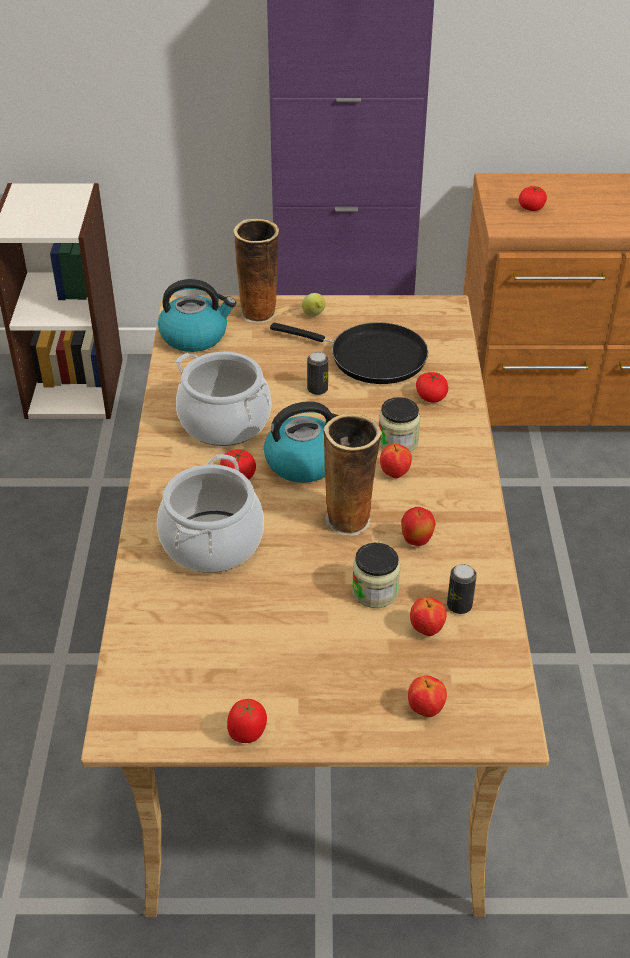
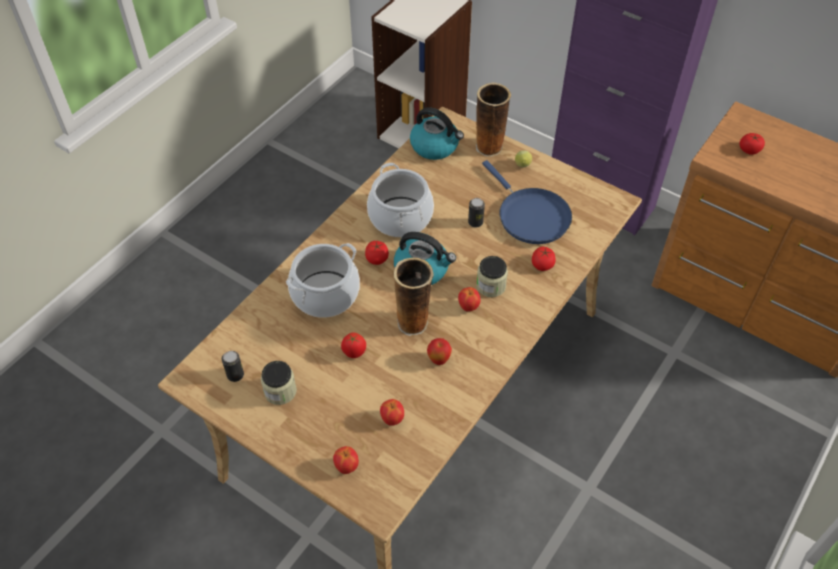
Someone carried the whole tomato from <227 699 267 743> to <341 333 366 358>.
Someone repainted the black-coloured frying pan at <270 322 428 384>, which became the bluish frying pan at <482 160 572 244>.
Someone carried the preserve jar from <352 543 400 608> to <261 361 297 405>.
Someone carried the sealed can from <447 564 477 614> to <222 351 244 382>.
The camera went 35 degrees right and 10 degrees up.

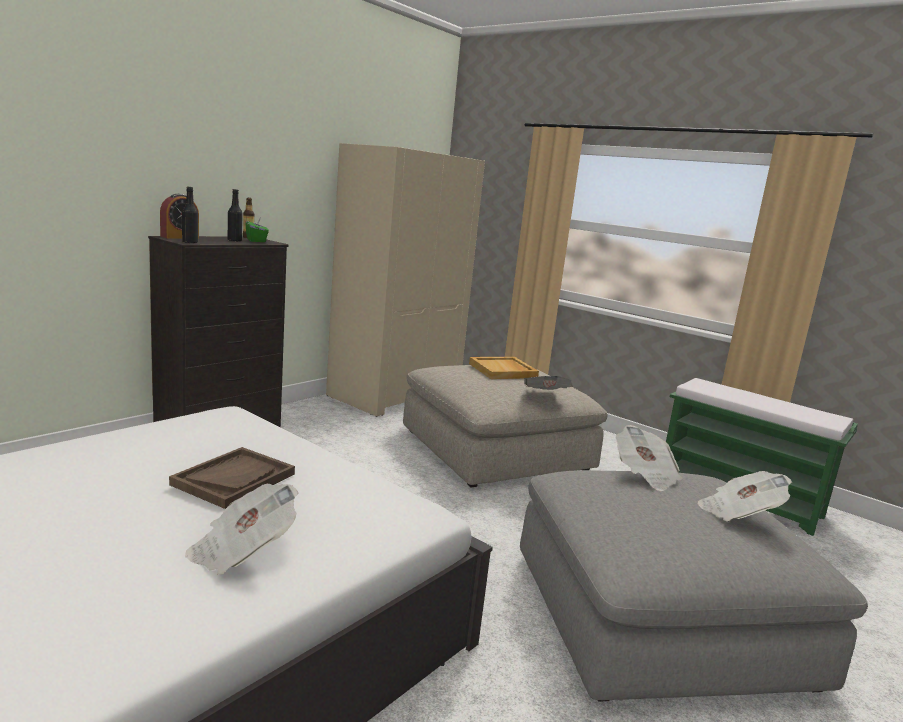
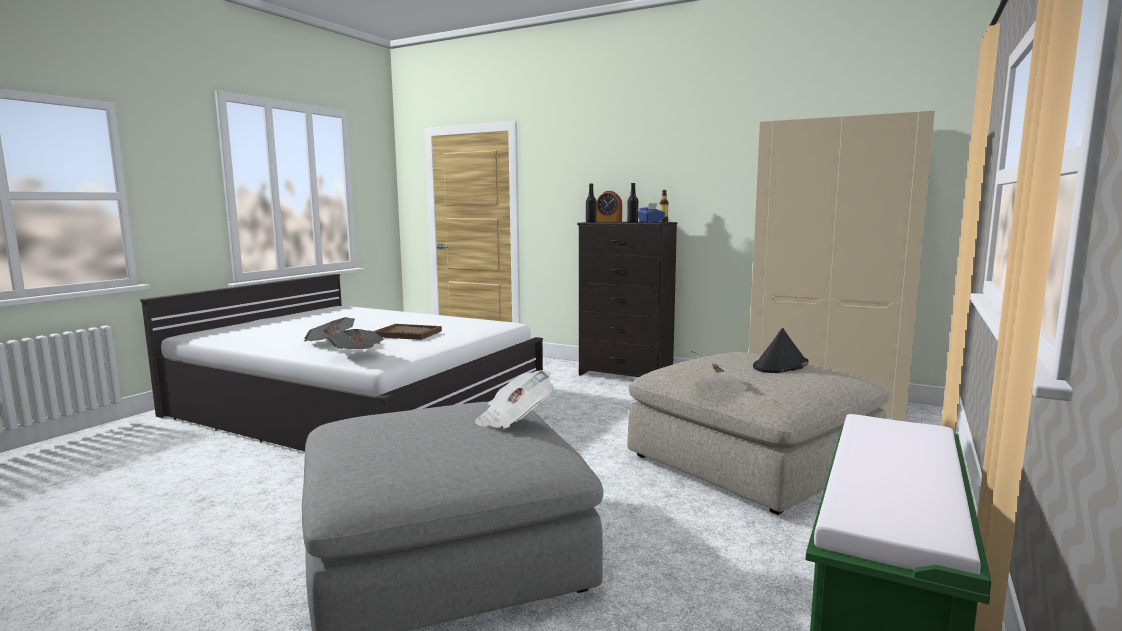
Someone repainted the green box of tissues at <246 217 269 242>, which became the bluish box of tissues at <637 203 665 223>.
Someone swapped the sand-coloured serving tray at <469 357 539 379> for the black-coloured hat at <753 328 809 373>.
Someone carried the daily paper from <698 471 792 521> to <325 329 384 349>.
The camera went 80 degrees right and 5 degrees down.

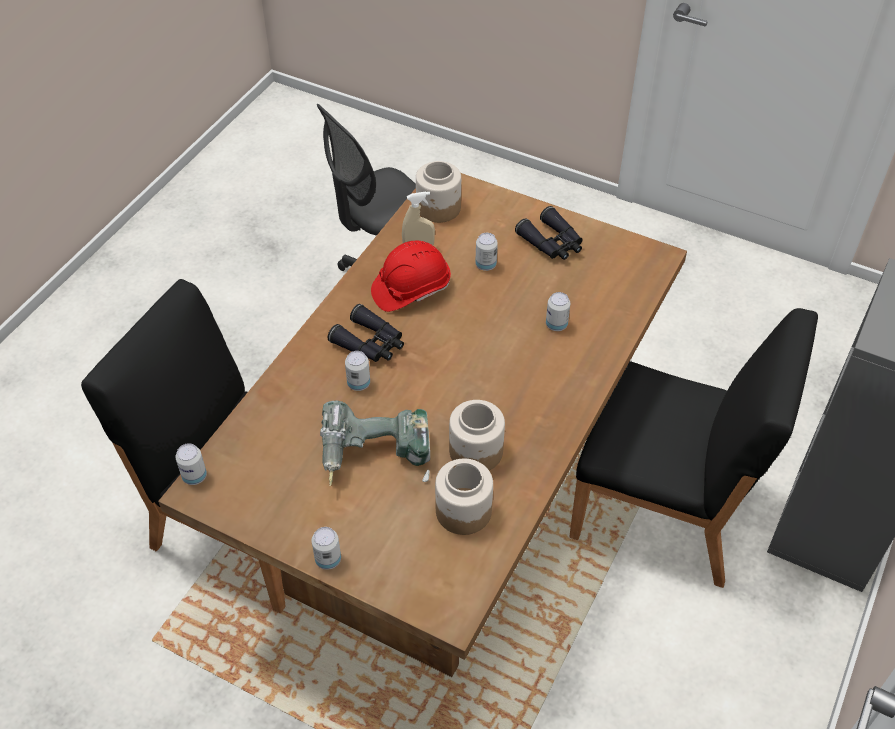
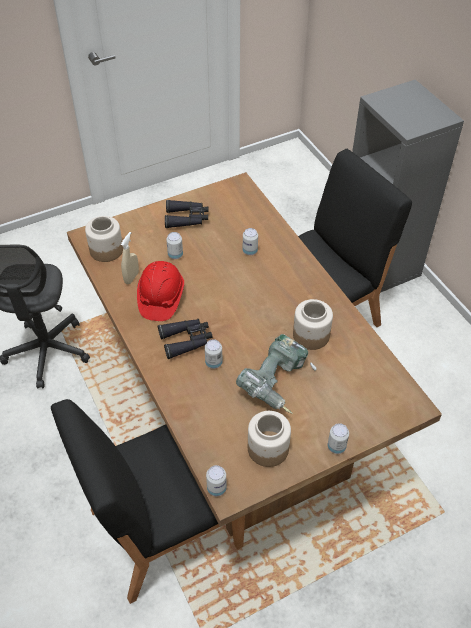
Someone carried the preserve jar from <435 459 493 535> to <248 411 291 467>.
The camera went 55 degrees left and 0 degrees up.

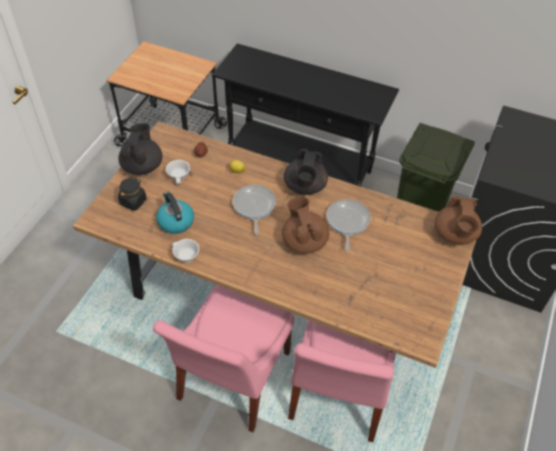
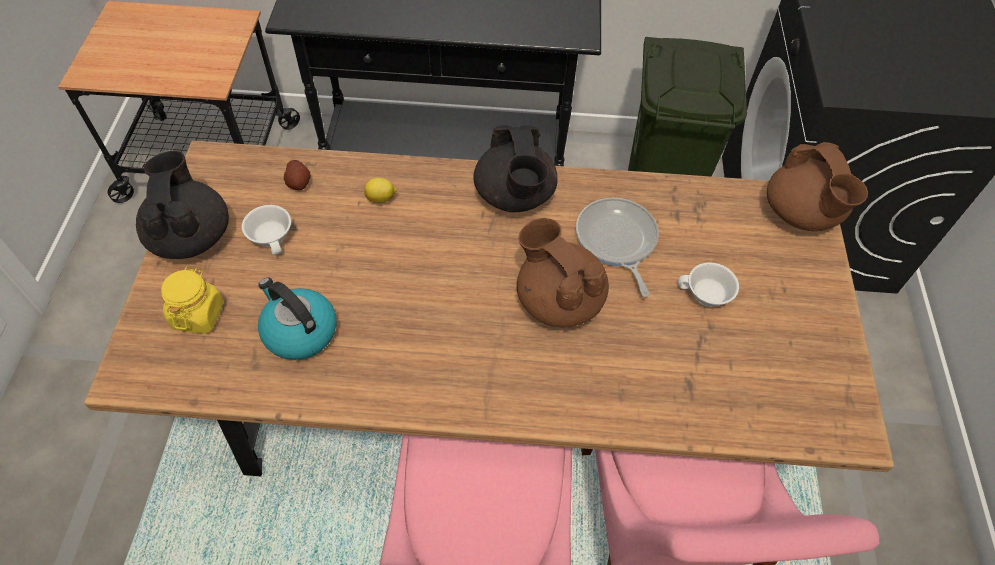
Someone repainted the black-coloured preserve jar at <118 177 147 211>, which became the yellow-coloured preserve jar at <161 267 224 334>.
Someone carried the whitish small cup from <171 239 199 262> to <678 263 739 307>.
Someone took away the frying pan at <233 185 276 235>.
The camera went 20 degrees left and 5 degrees up.

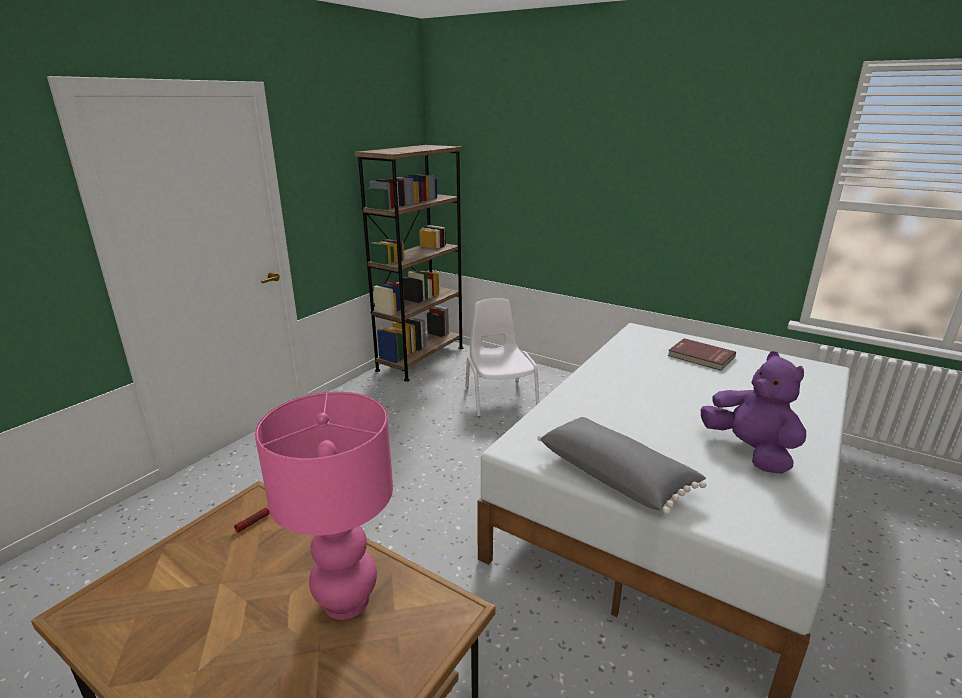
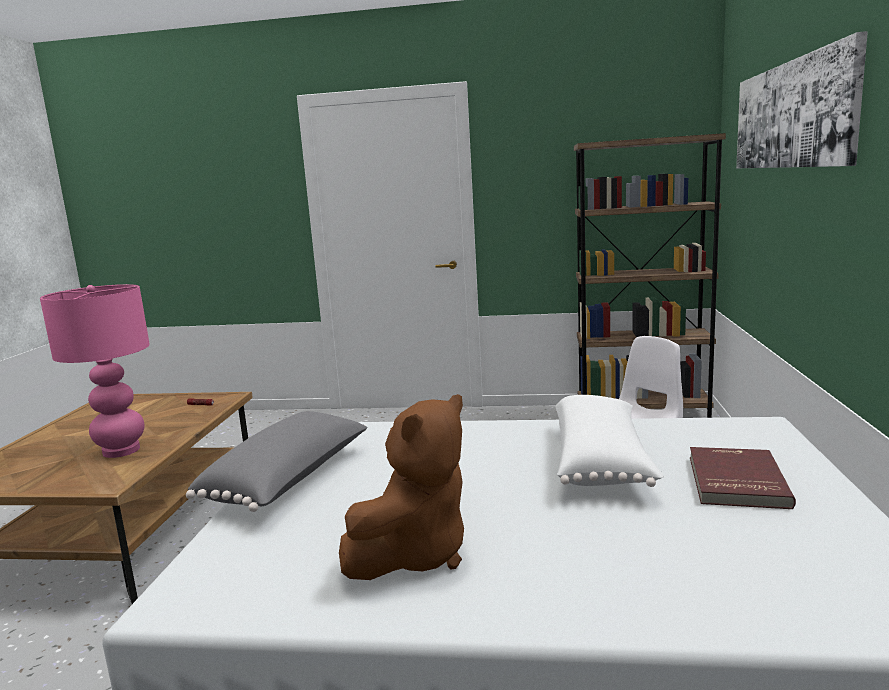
Someone repainted the purple-coloured soft toy at <701 351 806 474>, which became the brown soft toy at <339 394 464 580>.
Someone put down the whitish cushion at <555 395 664 487>.
Someone put up the wall picture at <736 31 868 168>.
The camera went 65 degrees right and 10 degrees down.

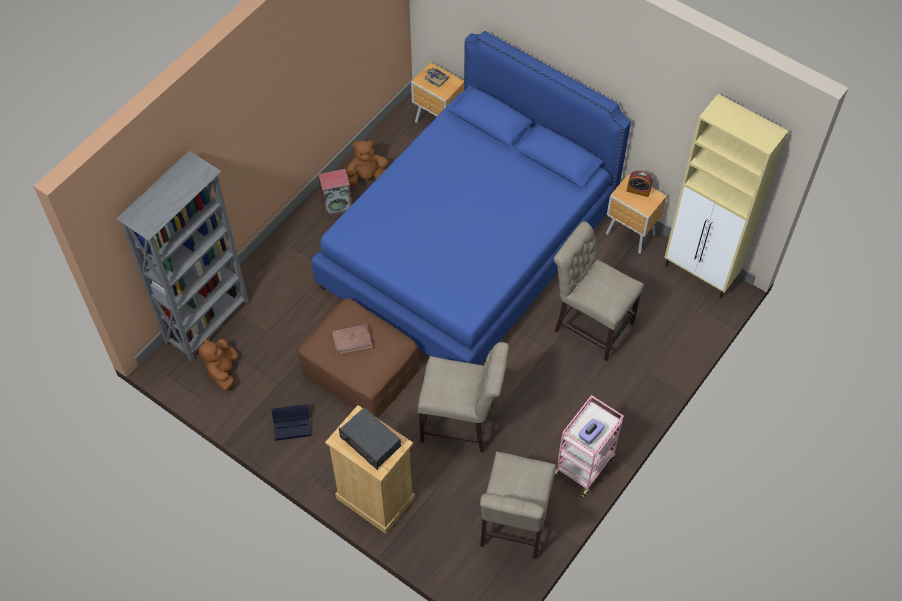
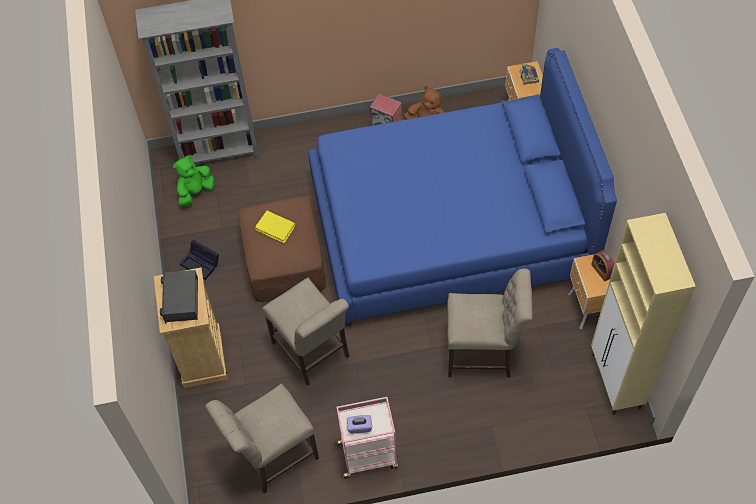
Someone repainted the brown soft toy at <199 337 238 390>, which became the green soft toy at <173 156 215 206>.
Someone repainted the brown bound book at <332 324 373 355>, which became the yellow-coloured bound book at <255 211 296 243>.
Someone rotated the sand-coloured upright chair at <554 221 644 361> by 105 degrees clockwise.
The camera went 45 degrees right and 0 degrees up.

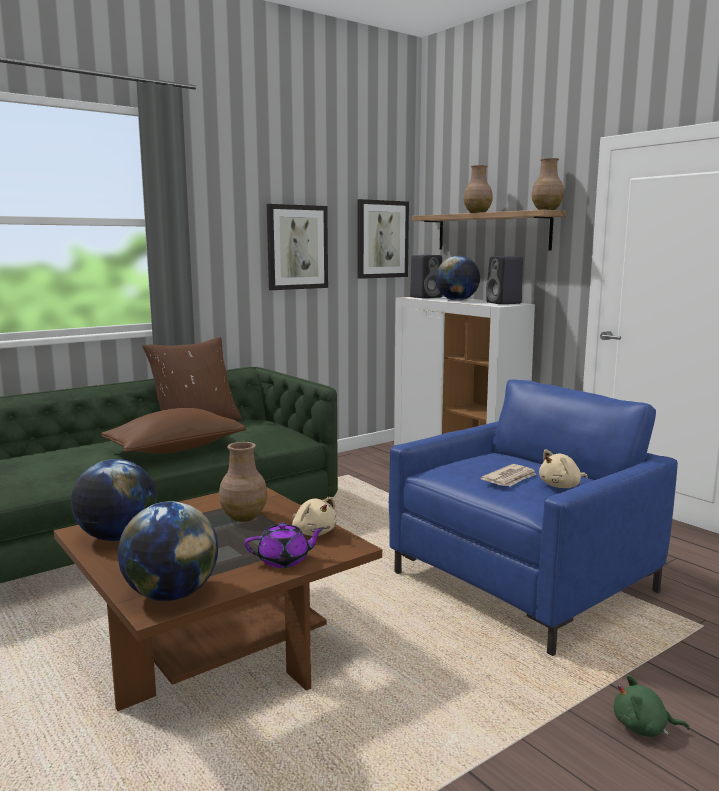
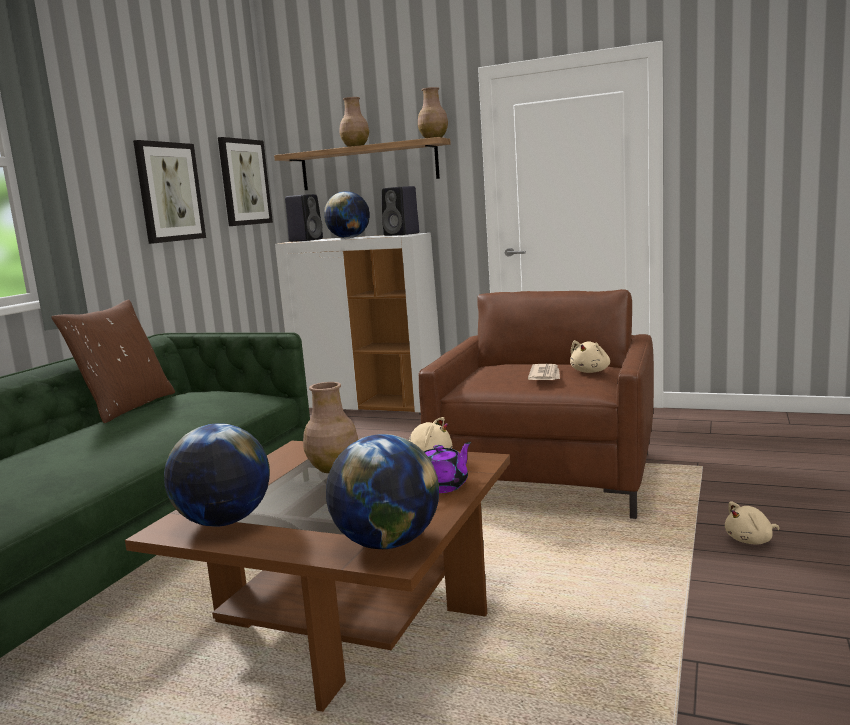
Someone took away the brown cushion at <101 408 246 454>.
Someone repainted the bluish easy chair at <389 380 678 656>, which became the brown easy chair at <419 289 654 519>.
Someone repainted the green soft toy at <614 675 690 737>, which became the sand-coloured soft toy at <725 501 779 545>.
The camera went 30 degrees left and 0 degrees up.

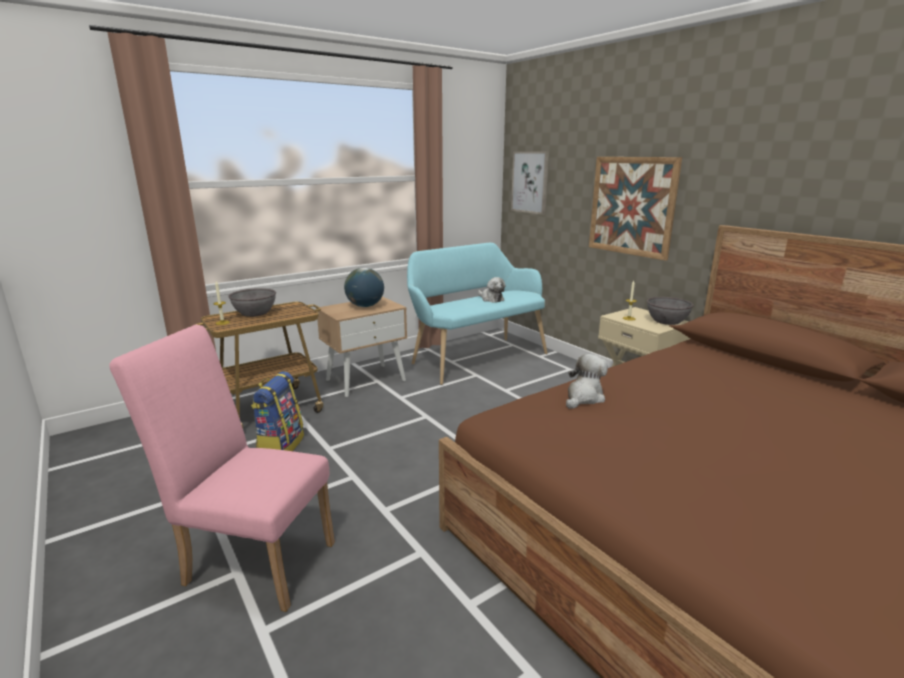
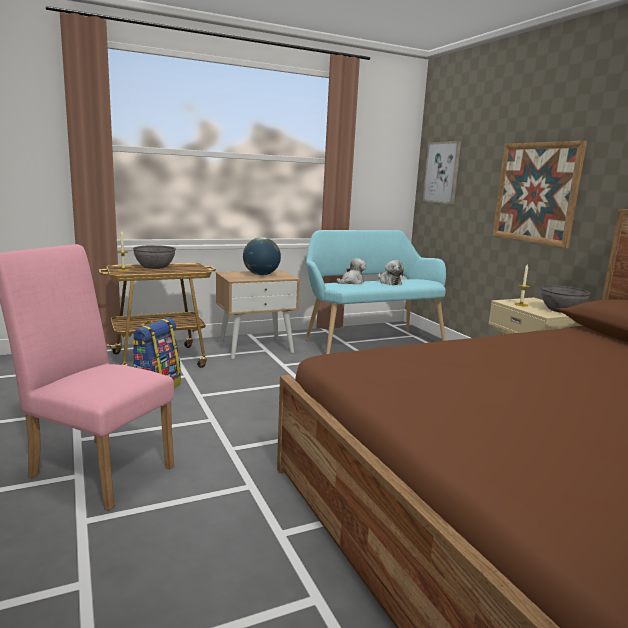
Someone carried the soft toy from <566 354 608 409> to <336 258 366 284>.
The camera went 10 degrees right and 5 degrees down.

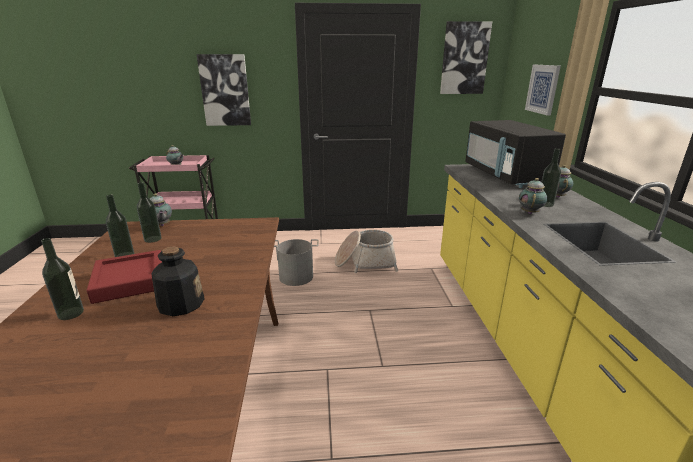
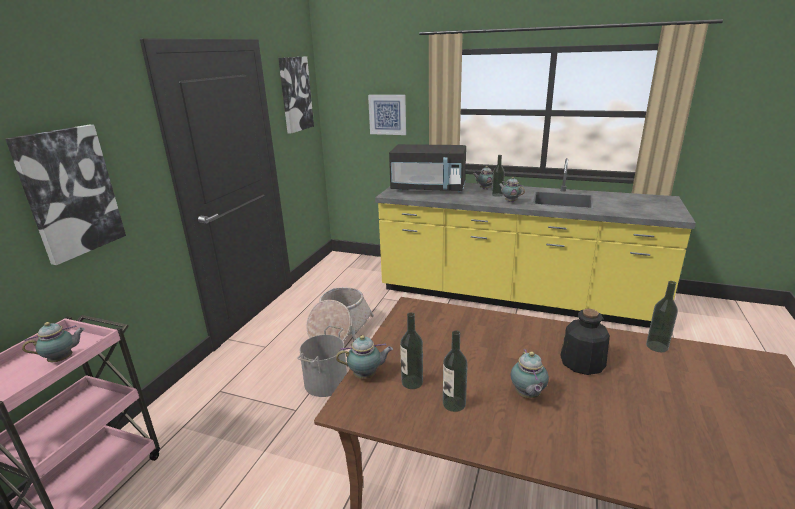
Someone carried the drink bottle from <41 238 84 320> to <646 281 678 352>.
Someone swapped the red-coloured serving tray at <86 250 162 304> for the teapot at <511 349 549 398>.
The camera went 65 degrees left and 0 degrees up.

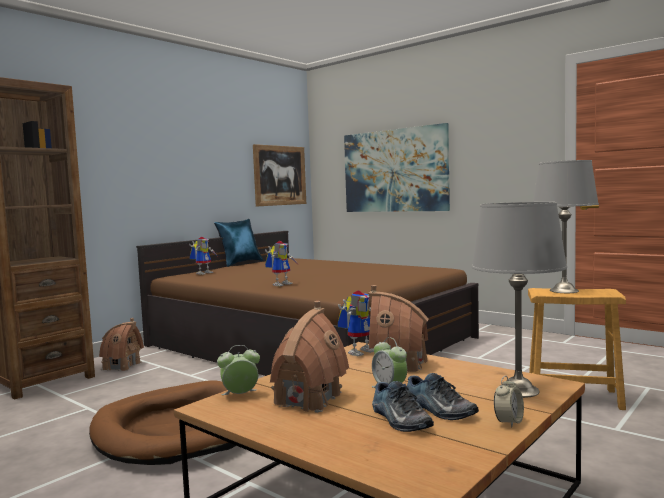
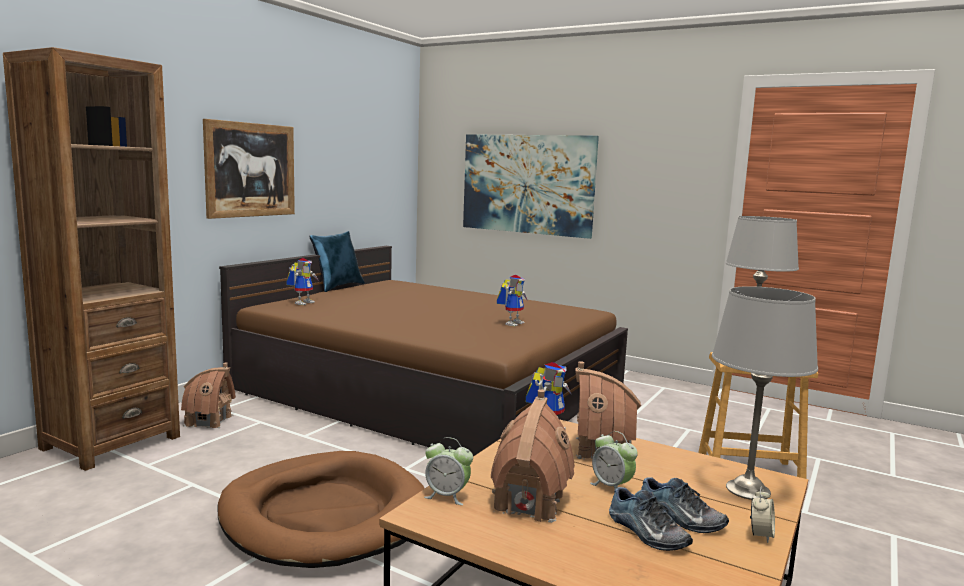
Someone rotated the table clock at <217 345 260 395> by 135 degrees counterclockwise.
Someone carried the wall picture from <253 144 306 206> to <203 119 295 219>.
Someone carried the robot figure from <265 241 297 286> to <497 275 528 327>.
The camera went 10 degrees left and 5 degrees up.

